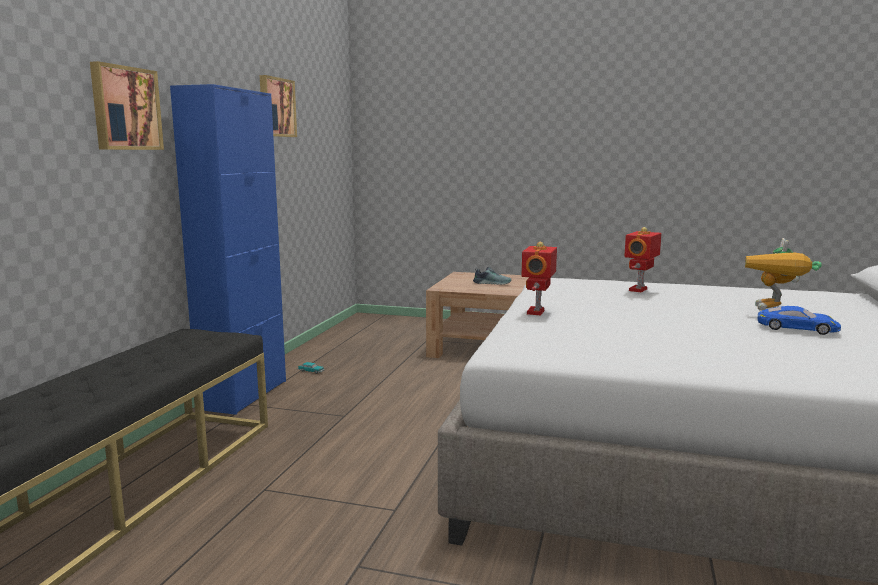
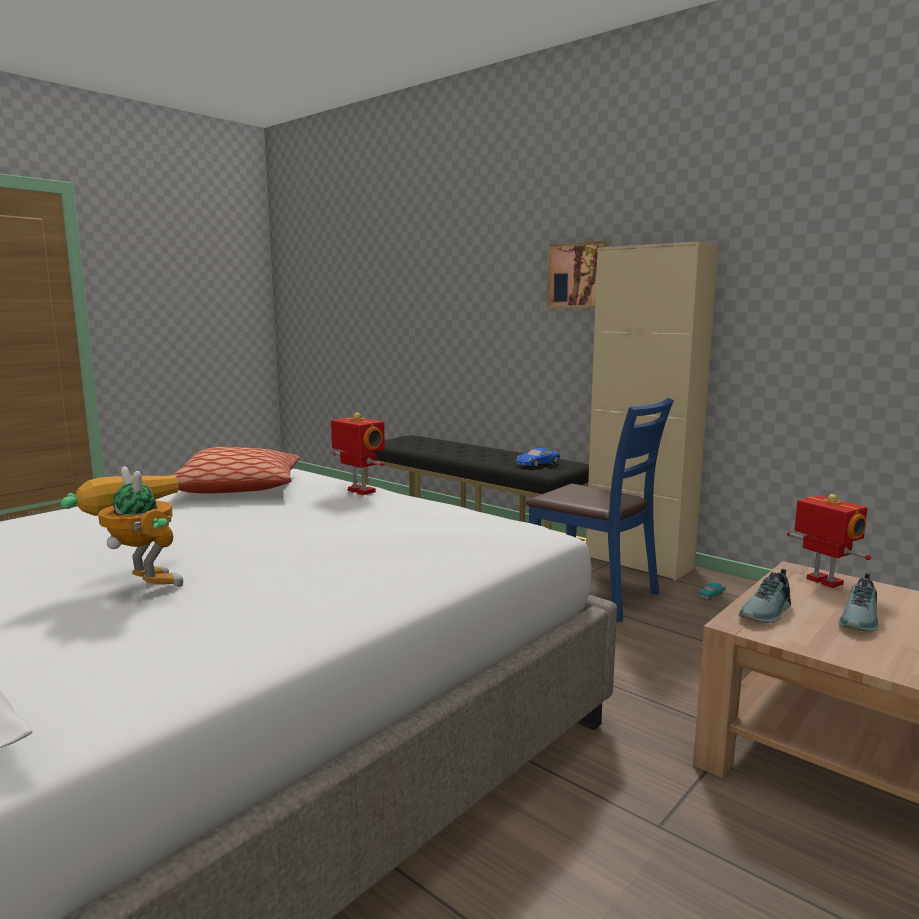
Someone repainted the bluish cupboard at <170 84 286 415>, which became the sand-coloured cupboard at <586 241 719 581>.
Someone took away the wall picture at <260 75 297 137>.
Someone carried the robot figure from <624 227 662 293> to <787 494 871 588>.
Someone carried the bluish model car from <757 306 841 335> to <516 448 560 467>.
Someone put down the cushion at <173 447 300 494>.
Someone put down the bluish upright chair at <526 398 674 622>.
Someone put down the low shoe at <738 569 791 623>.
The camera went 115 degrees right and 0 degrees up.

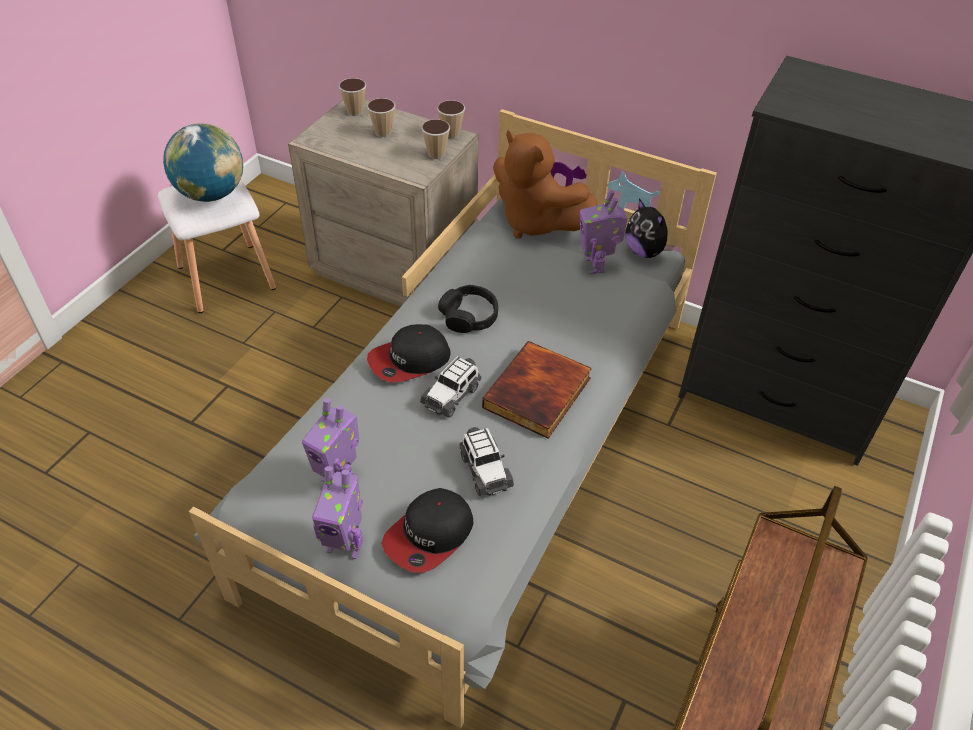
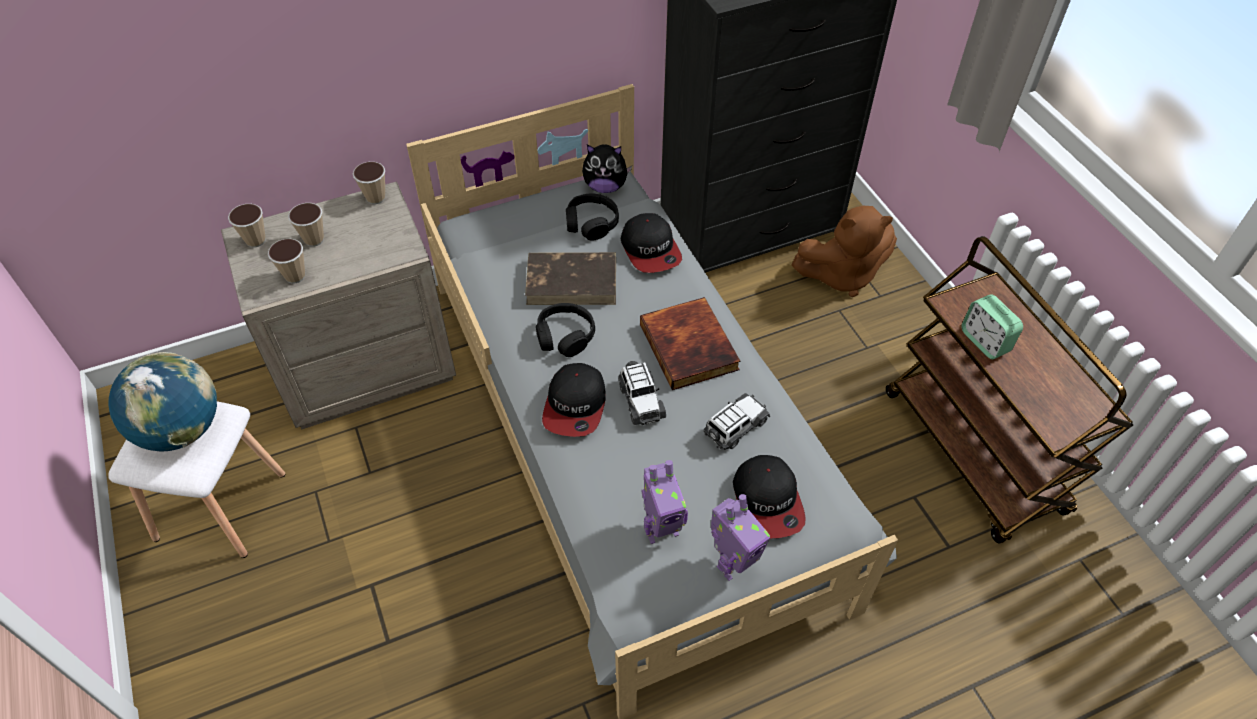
Someone carried the small cup from <421 119 450 159> to <268 239 305 284>.
Someone rotated the model car at <460 427 514 496> by 60 degrees counterclockwise.
Someone carried the brown soft toy from <493 130 597 239> to <792 206 897 297>.
Someone swapped the robot figure at <580 190 628 274> for the black-coloured headset at <566 193 619 241>.
Someone put down the brown bound book at <525 252 616 305>.
Someone put down the cap at <621 213 682 273>.
Someone put down the table clock at <961 294 1023 359>.
The camera went 50 degrees left and 5 degrees up.

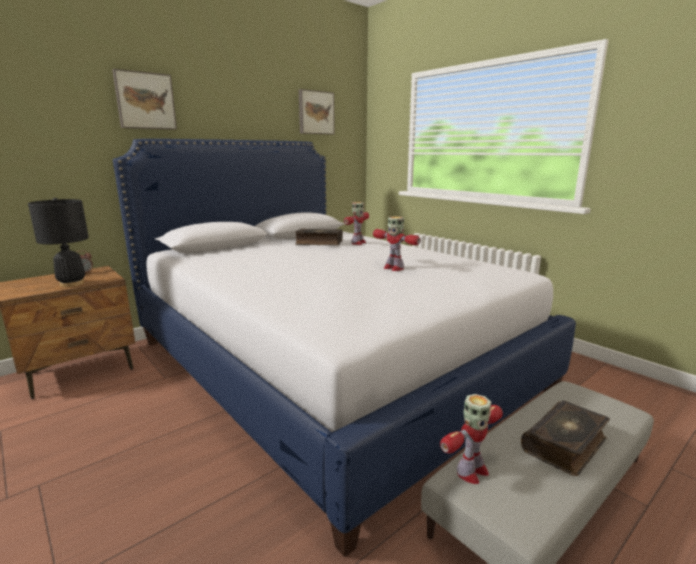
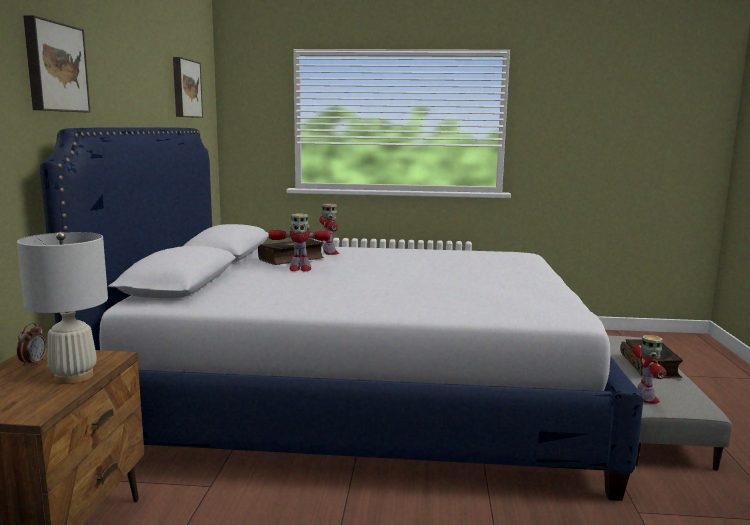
Someone repainted the black-coloured lamp for a table at <28 198 89 287>, which became the whitish lamp for a table at <17 232 108 384>.
Someone carried the robot figure from <373 216 421 271> to <269 213 330 272>.
The camera went 45 degrees left and 5 degrees down.

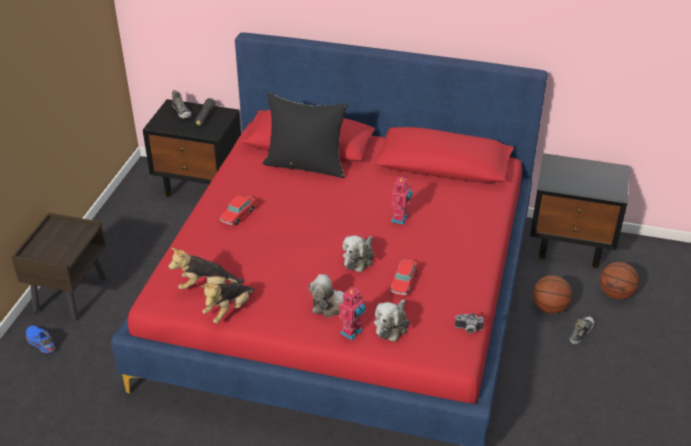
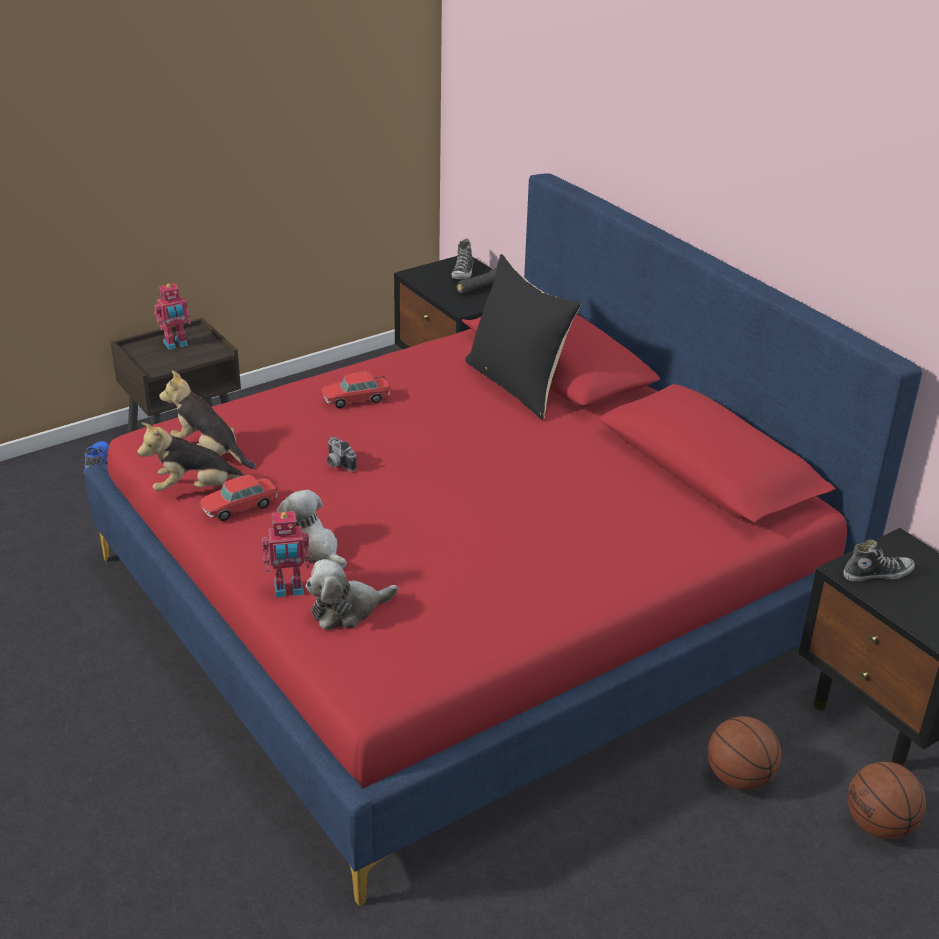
Someone took away the soft toy at <343 235 374 272>.
Someone carried the model car from <390 258 418 295> to <200 475 278 521>.
Someone carried the robot figure from <391 177 413 225> to <154 283 191 350>.
Someone carried the still camera from <455 313 484 334> to <327 437 357 471>.
Someone carried the low shoe from <570 317 594 344> to <843 540 915 582>.
The camera went 40 degrees right and 5 degrees down.

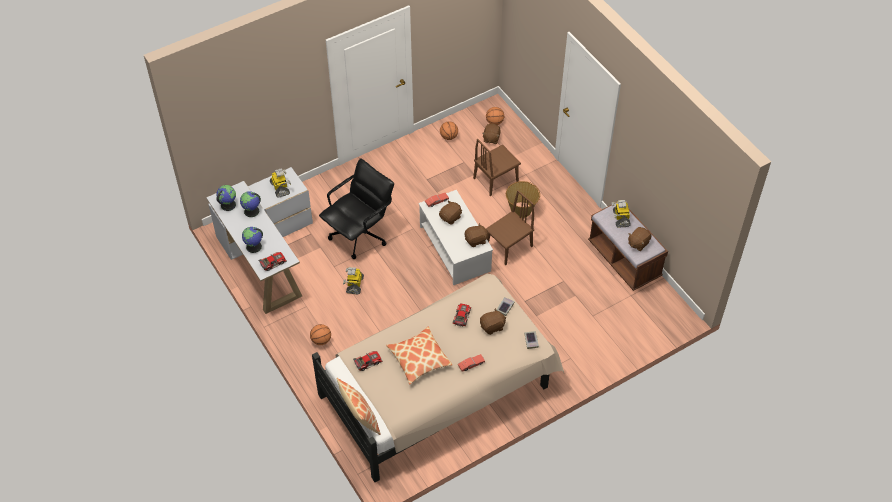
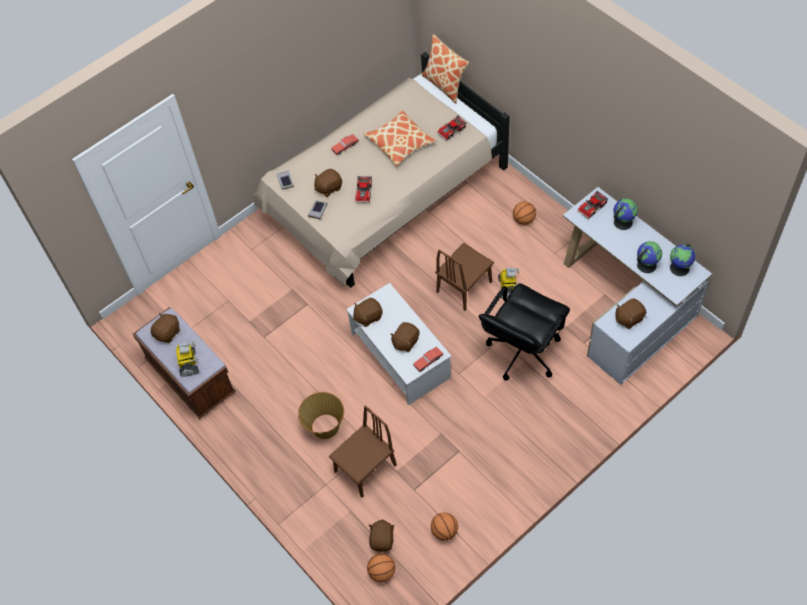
Someone swapped the robot figure at <270 168 291 198> for the brown soft toy at <616 298 646 329>.
Someone carried the brown upright chair from <486 190 534 265> to <435 243 494 311>.
The camera went 175 degrees right and 5 degrees up.

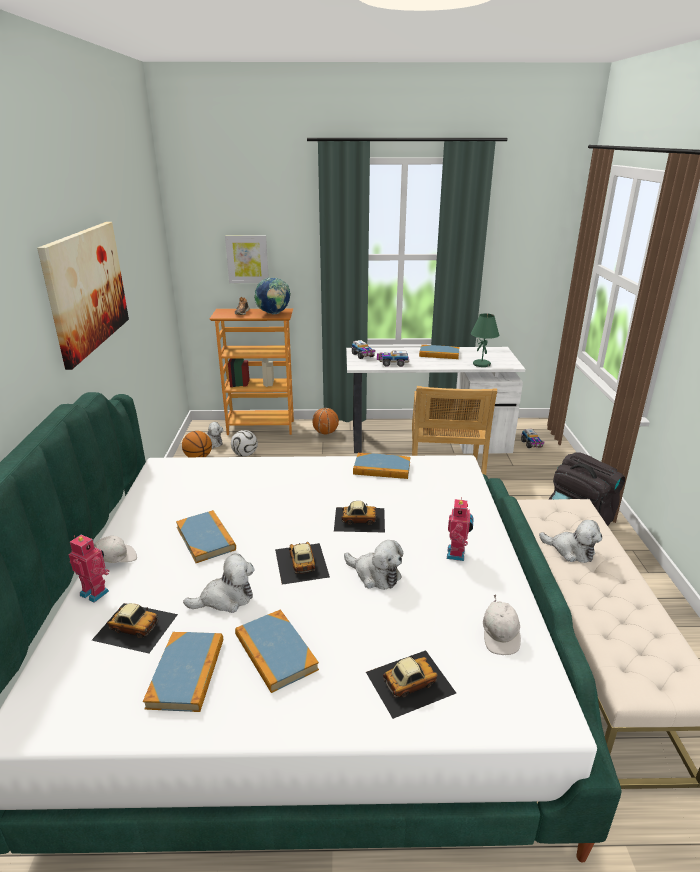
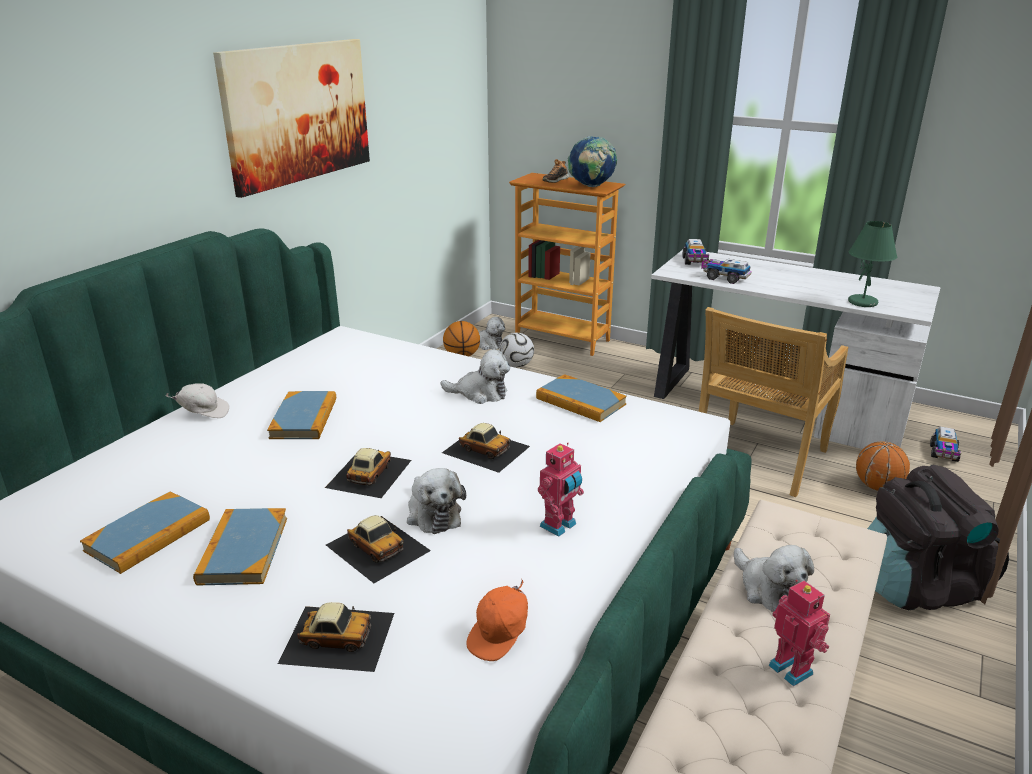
Someone carried the robot figure from <69 535 110 603> to <769 580 830 686>.
Someone carried the model car from <92 603 178 653> to <326 515 431 583>.
Someone carried the soft toy from <183 553 254 613> to <440 349 510 404>.
Someone took away the wall picture at <225 235 269 283>.
Someone carried the basketball ball from <312 408 339 434> to <856 441 910 491>.
Someone took away the bound book at <419 345 459 359>.
Someone repainted the whitish cap at <483 594 521 655>, which became the orange-coloured cap at <466 579 528 661>.
The camera went 30 degrees right and 0 degrees up.

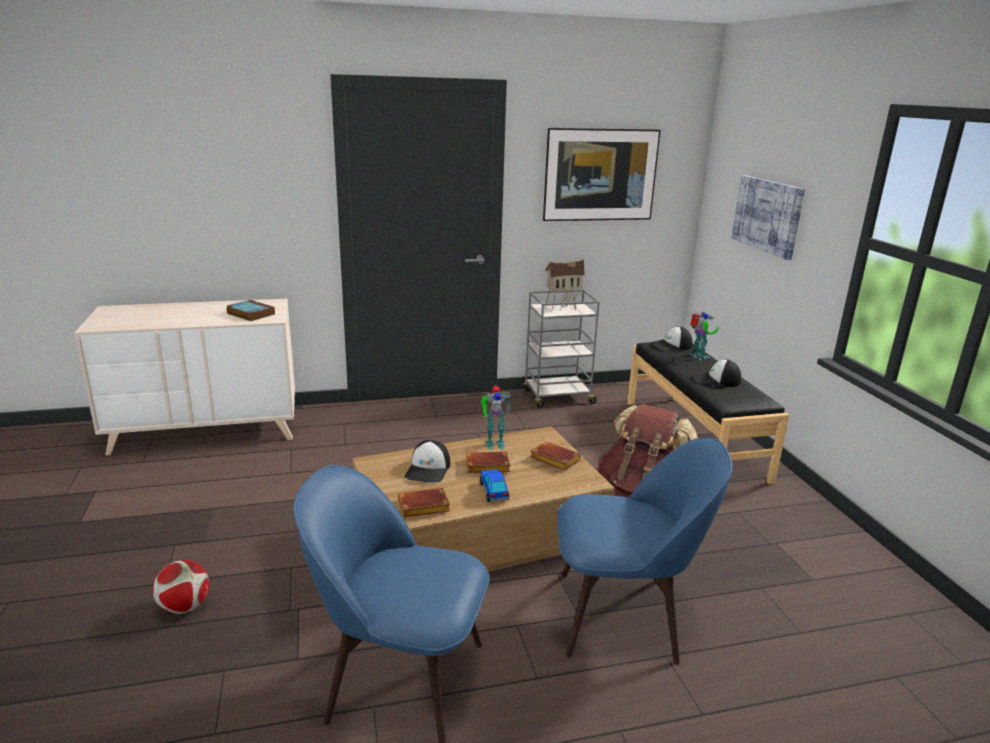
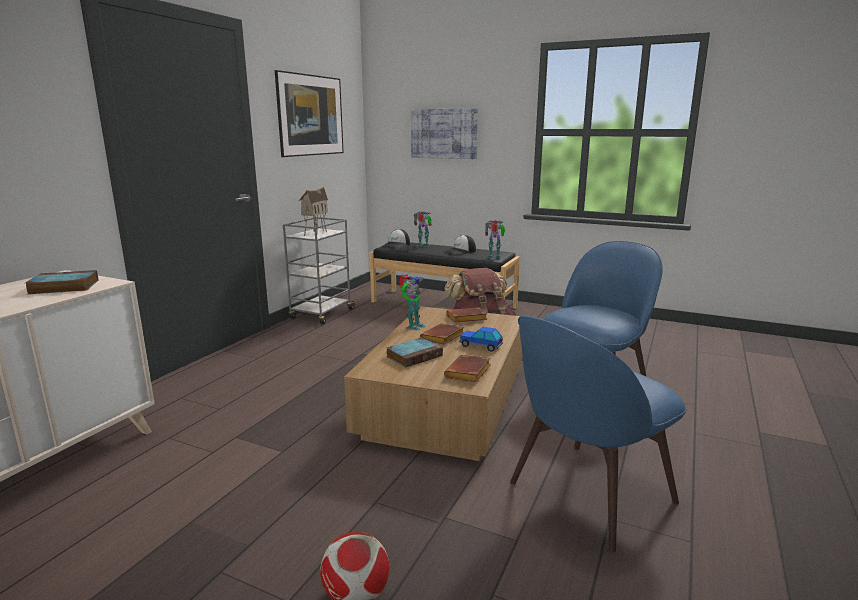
Someone swapped the cap at <404 440 450 483> for the bound book at <386 337 443 367>.
Someone put down the robot figure at <485 220 505 259>.
The camera went 50 degrees left and 5 degrees down.

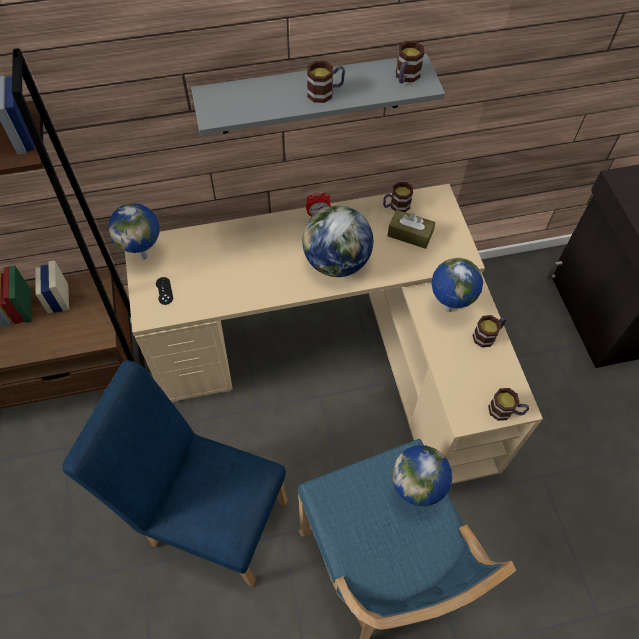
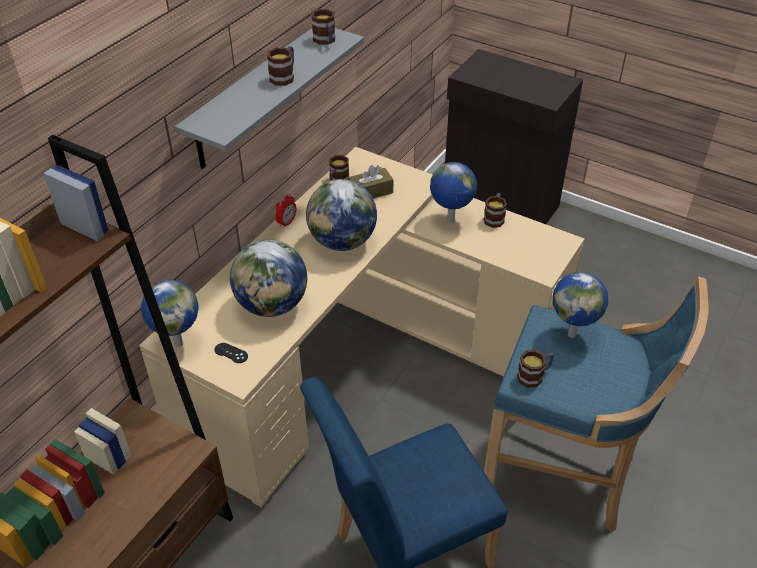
Someone carried the coffee mug from <488 388 529 421> to <517 350 554 388>.
Someone put down the desk globe at <230 239 307 317>.
The camera went 45 degrees left and 15 degrees down.

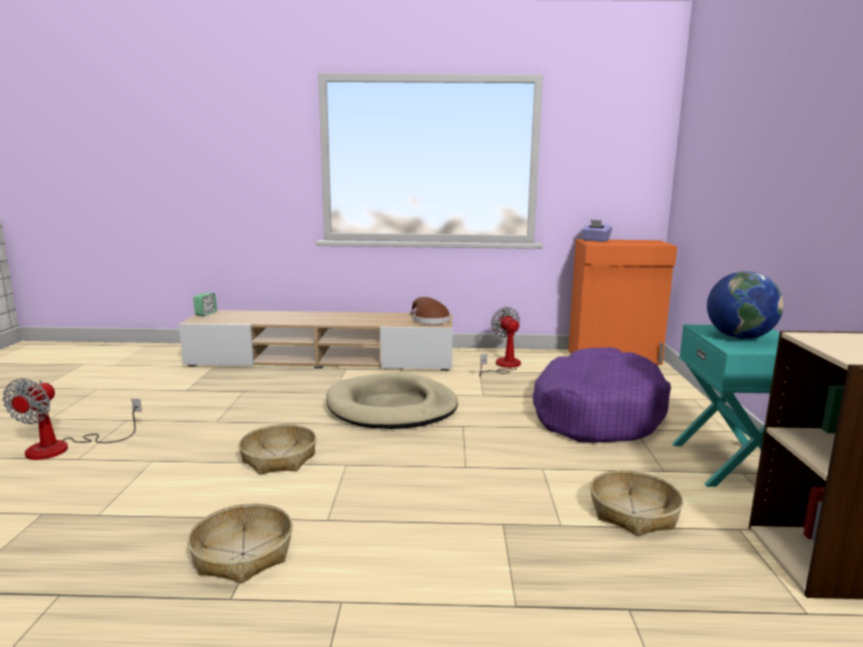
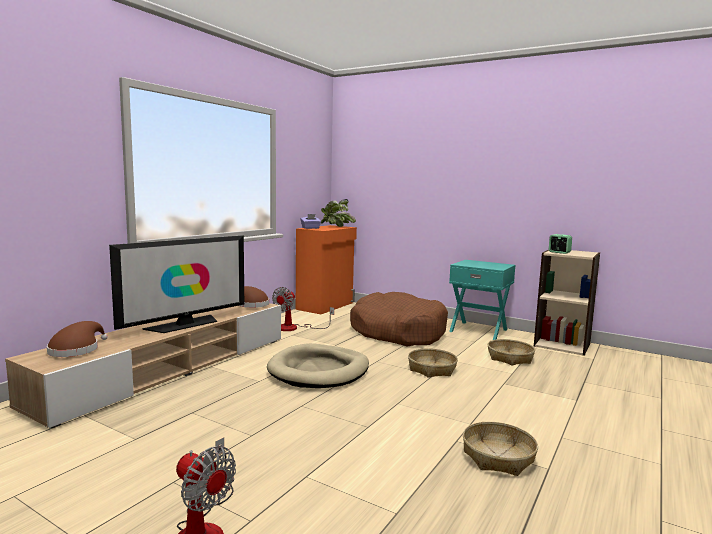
Someone carried the table clock from <193 293 217 316> to <549 234 572 254>.
Someone carried the storage basket from <239 424 316 475> to <408 348 458 378>.
Someone rotated the fan at <479 307 521 377> by 75 degrees counterclockwise.
Someone repainted the purple-coloured dog bed at <533 347 671 443>, which became the brown dog bed at <350 292 448 347>.
Someone took away the desk globe at <707 271 783 339>.
Someone put down the brown hat at <47 321 108 357>.
Someone put down the TV at <109 235 244 333>.
Someone put down the houseplant at <321 199 356 227>.
The camera went 60 degrees left and 5 degrees down.

